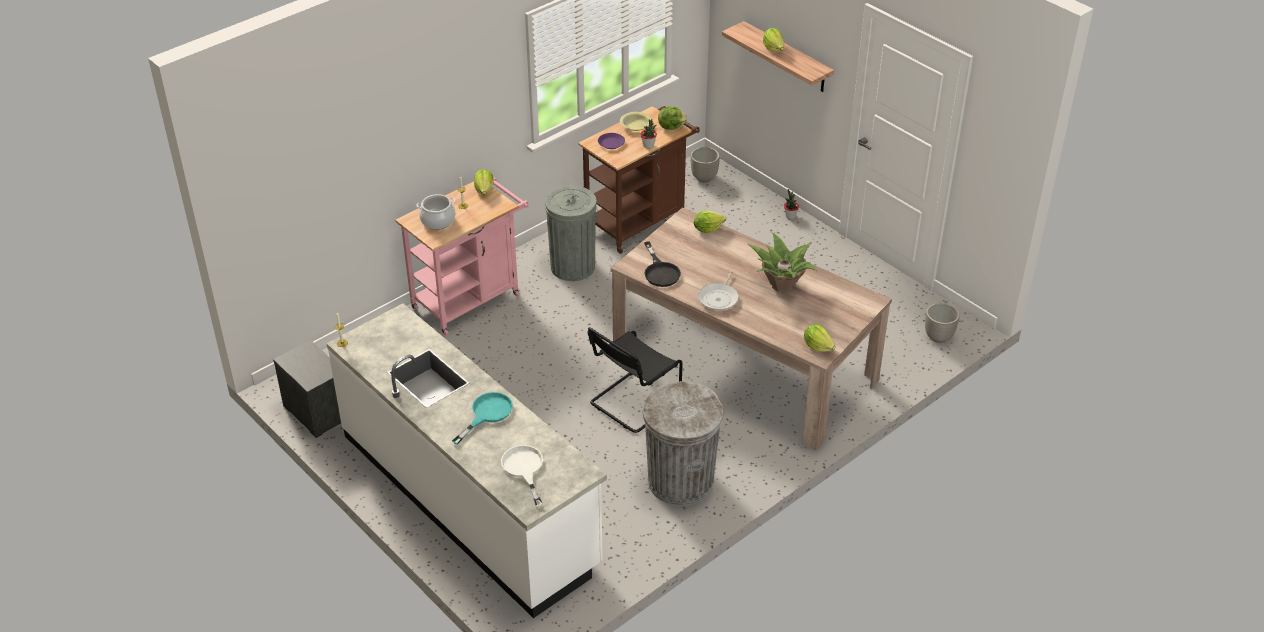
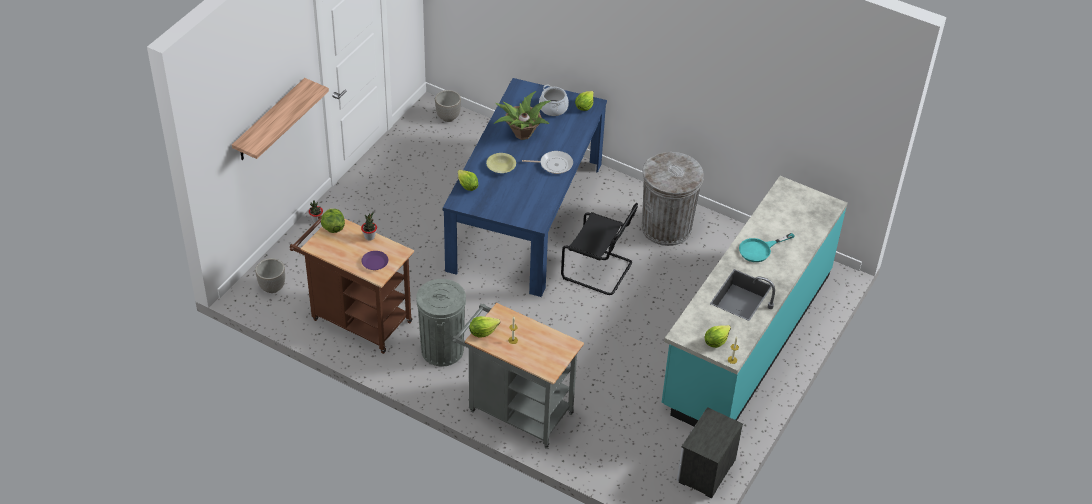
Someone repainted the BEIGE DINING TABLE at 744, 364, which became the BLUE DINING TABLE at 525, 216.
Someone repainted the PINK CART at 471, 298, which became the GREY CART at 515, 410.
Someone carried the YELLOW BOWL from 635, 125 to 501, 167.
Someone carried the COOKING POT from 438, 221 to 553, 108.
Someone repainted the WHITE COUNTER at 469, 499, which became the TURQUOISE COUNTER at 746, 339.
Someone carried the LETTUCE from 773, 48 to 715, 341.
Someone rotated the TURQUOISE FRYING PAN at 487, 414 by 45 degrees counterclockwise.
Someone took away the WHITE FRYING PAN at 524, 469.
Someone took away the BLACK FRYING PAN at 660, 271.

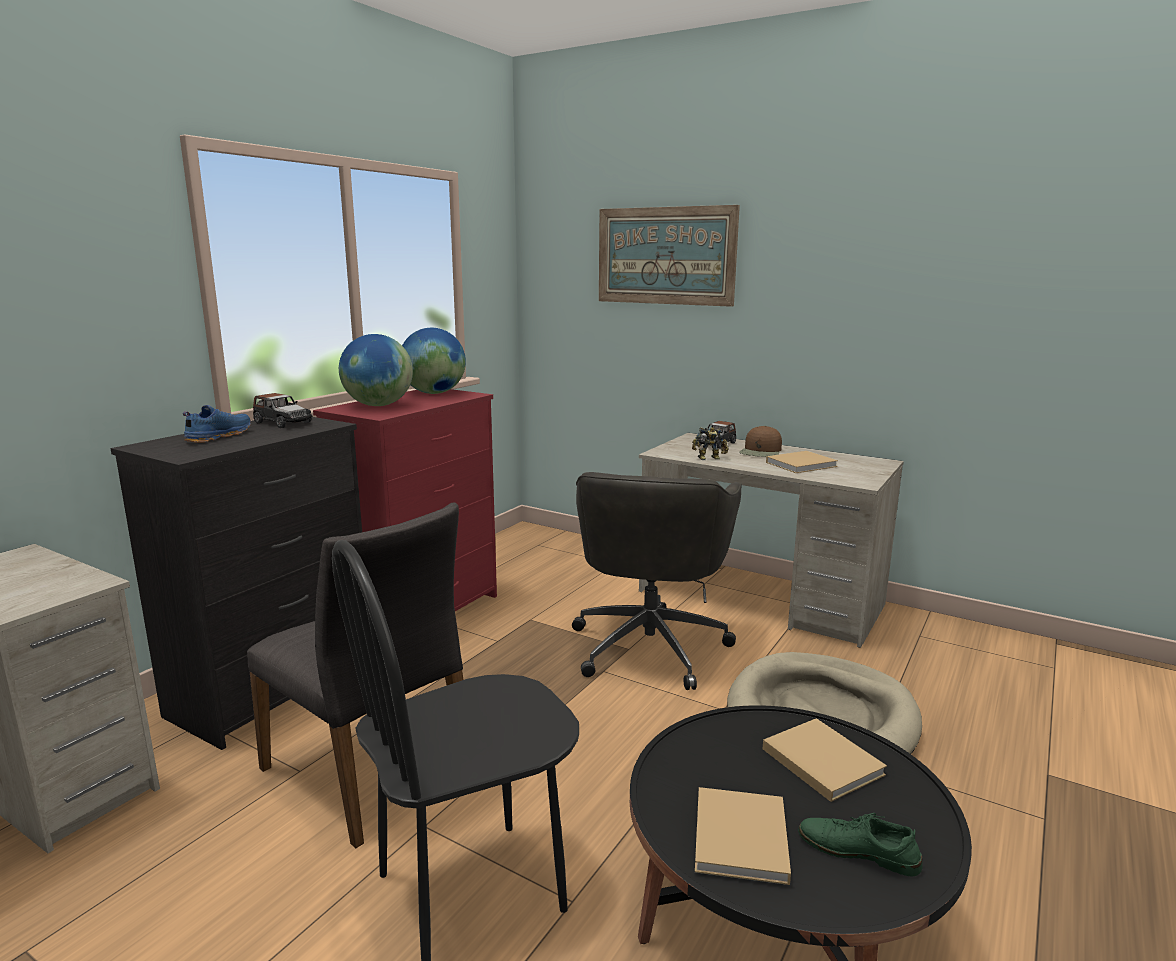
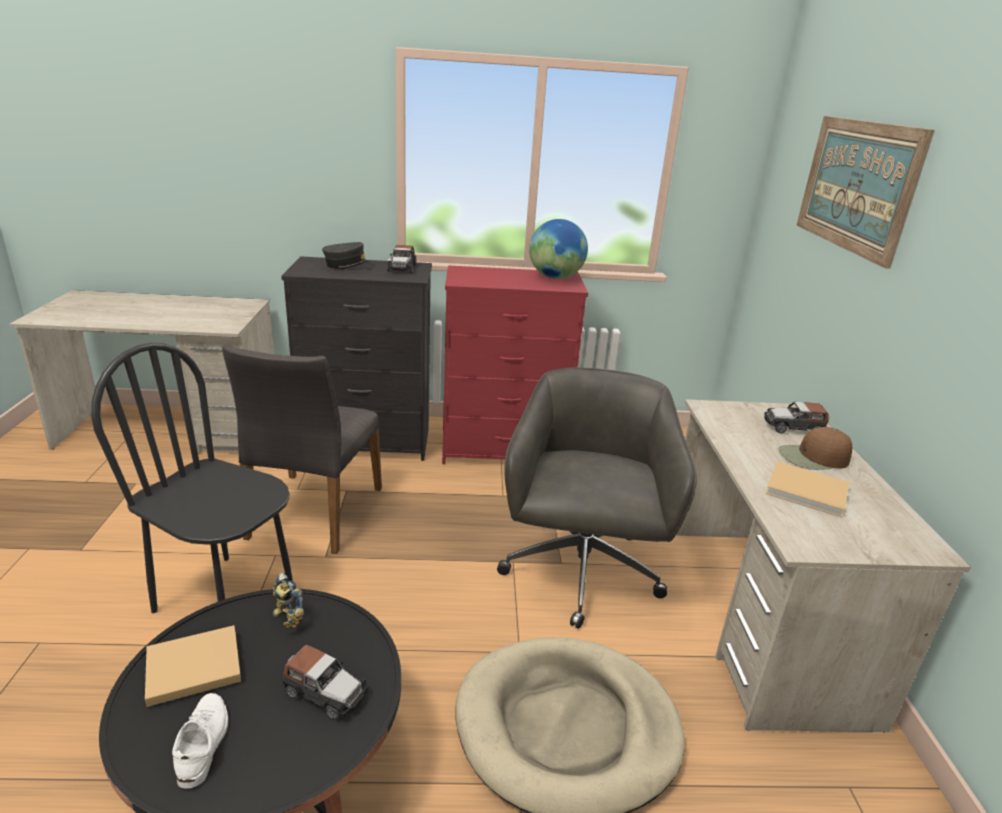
Someone repainted the GREEN SHOE at 858, 851, which became the WHITE SHOE at 203, 742.
Someone carried the TOY ROBOT from 710, 459 to 286, 619.
Someone swapped the BEIGE BOOK at 819, 760 for the TOY CAR at 325, 692.
Someone swapped the BLUE SHOE at 217, 436 for the GREY CAP at 349, 266.
Someone rotated the GREY OFFICE CHAIR at 650, 645 by 120 degrees clockwise.
Someone took away the GLOBE at 378, 405.

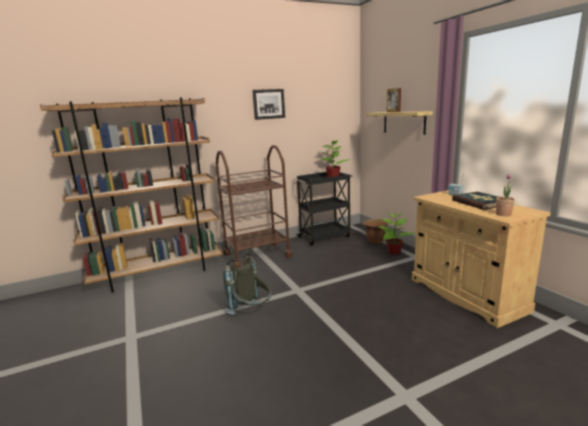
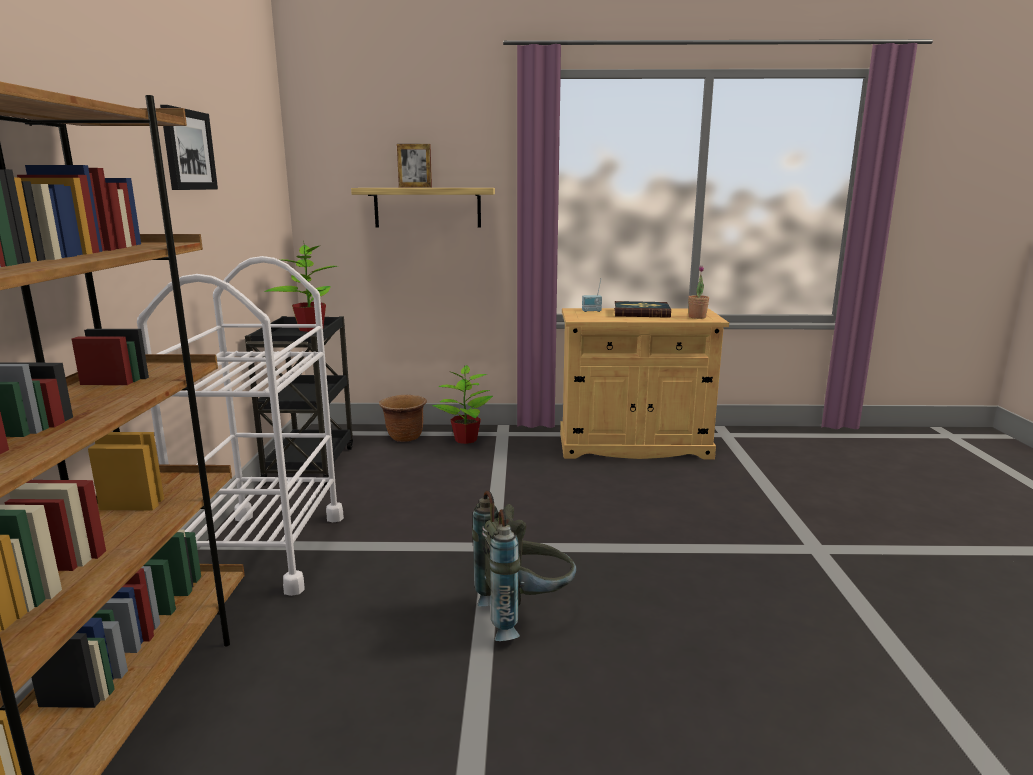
Someone repainted the BROWN CART at 257, 255, which became the WHITE CART at 266, 551.

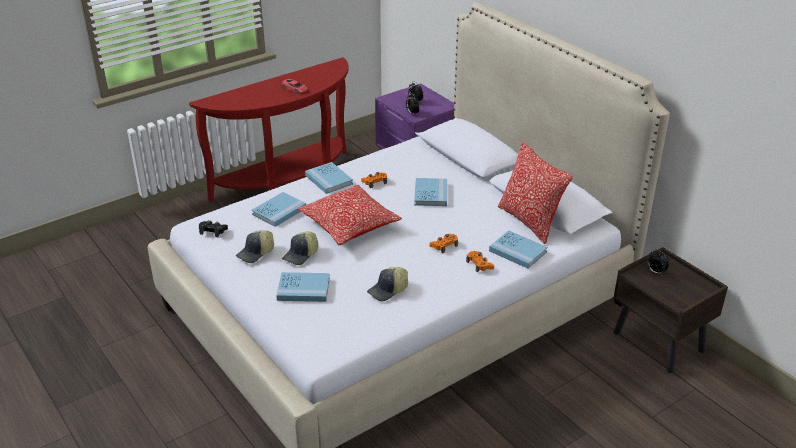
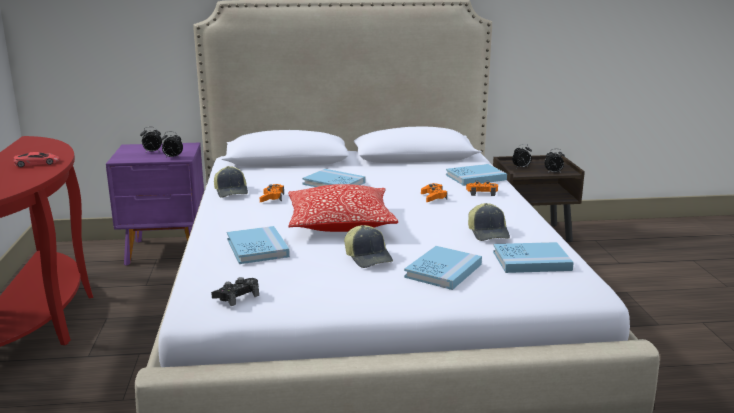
Someone carried the CAP from 256, 253 to 232, 191.
Someone carried the BLUE BOOK from 329, 180 to 531, 261.
Someone put down the ALARM CLOCK at 553, 172.
Someone took away the PILLOW at 529, 222.

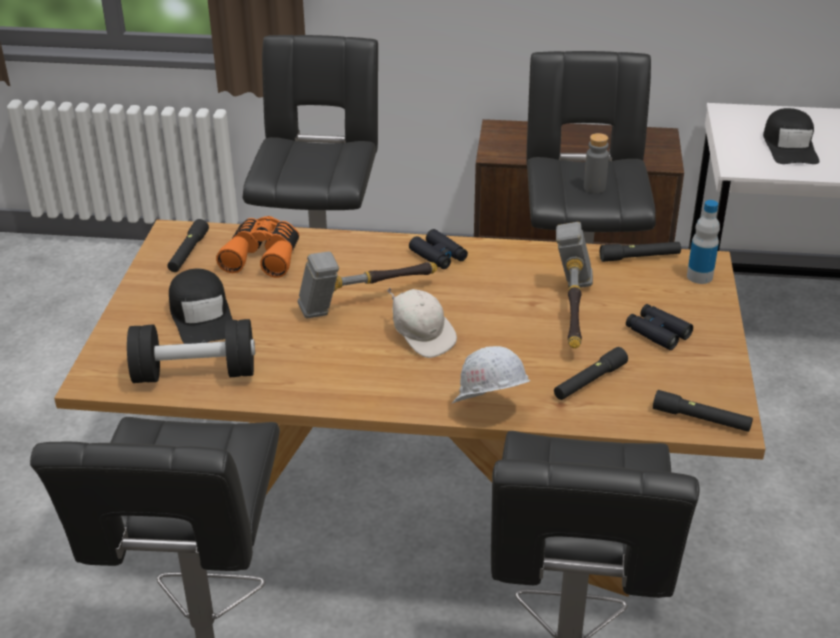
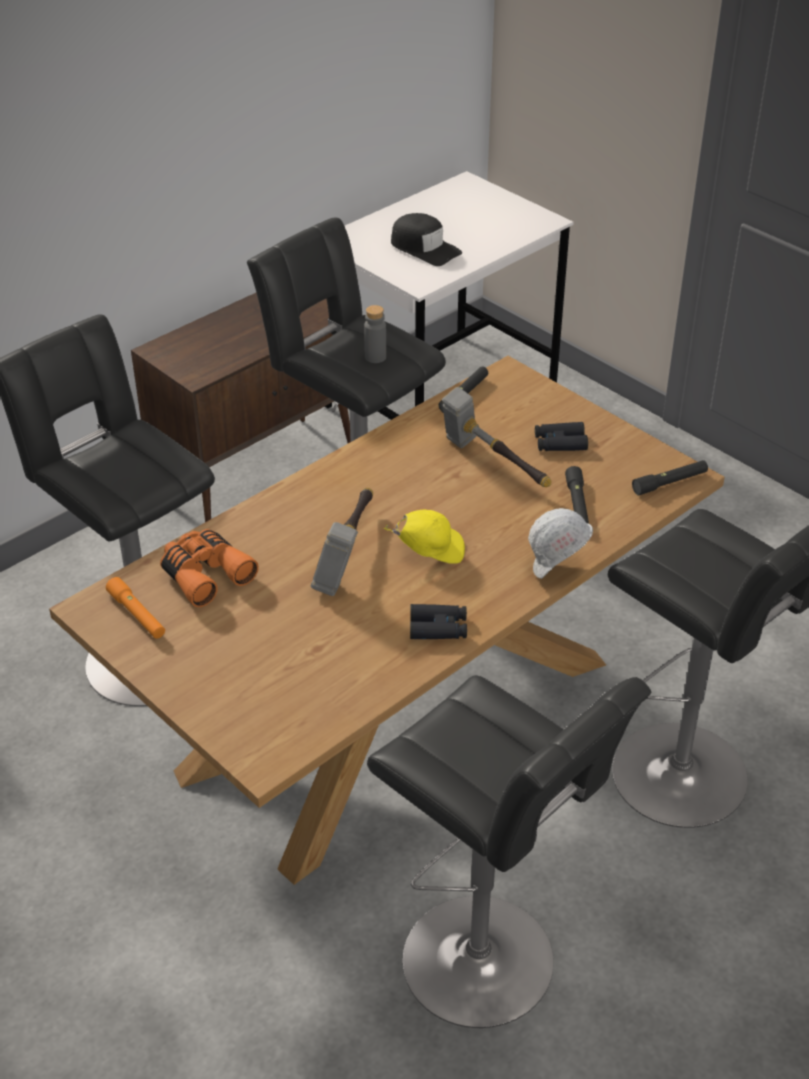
Someone repainted the BLACK FLASHLIGHT at 188, 252, which became the ORANGE FLASHLIGHT at 137, 615.
Someone repainted the WHITE CAP at 422, 336, which became the YELLOW CAP at 430, 550.
Someone carried the BLACK BINOCULARS from 438, 256 to 438, 628.
Someone took away the BLACK DUMBBELL at 195, 373.
Someone took away the BLACK CAP at 202, 317.
Someone took away the BOTTLE at 699, 276.

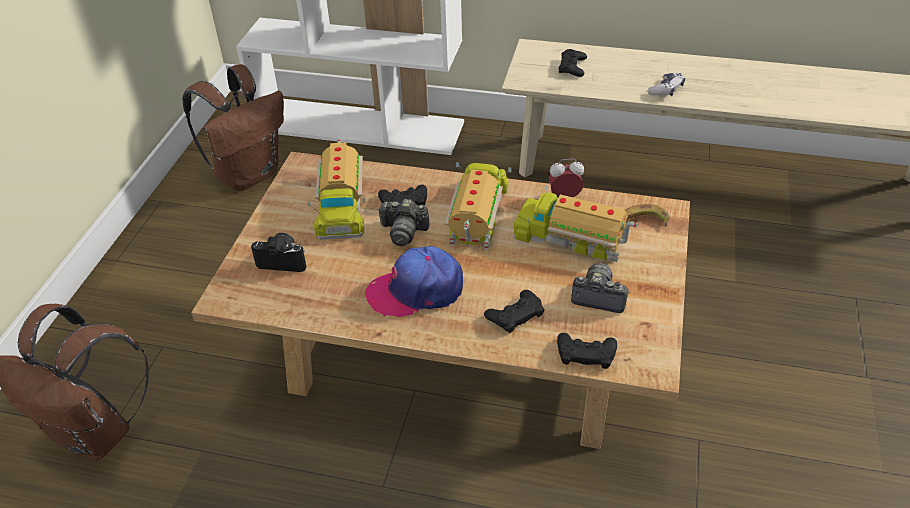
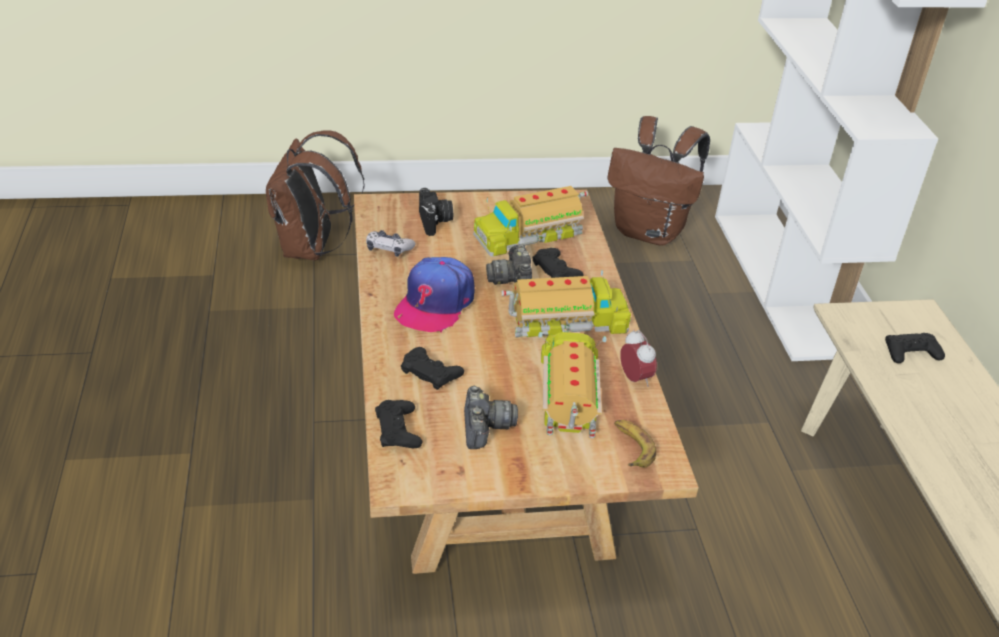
Someone carried the GAME CONTROLLER from 666, 90 to 388, 249.
Someone rotated the CAP at 416, 290 by 120 degrees counterclockwise.

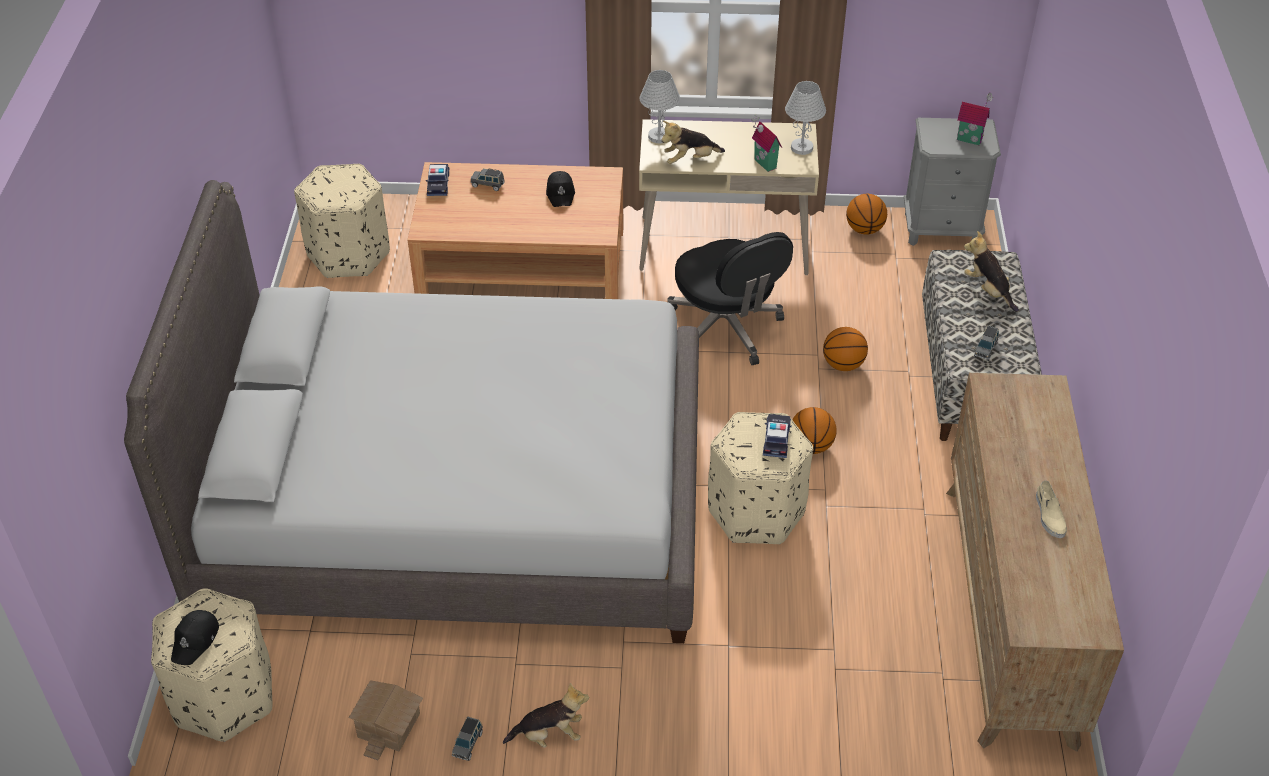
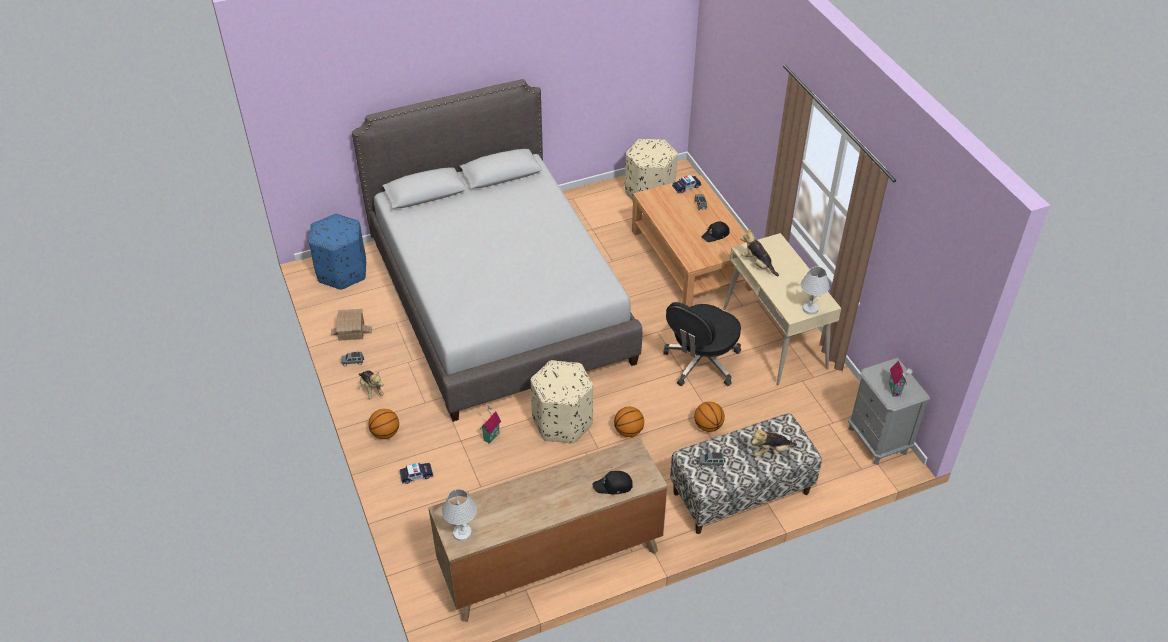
Someone repainted the BEIGE OTTOMAN at 223, 697, which became the BLUE OTTOMAN at 342, 272.
Someone carried the BASKETBALL from 864, 229 to 385, 433.
Someone carried the TOY CAR from 776, 440 to 416, 475.
Someone carried the WHITE TABLE LAMP from 659, 136 to 462, 533.
Someone carried the TOY HOUSE from 763, 164 to 490, 436.
Someone carried the BLACK CAP from 195, 640 to 613, 486.
Someone rotated the PLUSH TOY at 988, 290 by 135 degrees counterclockwise.
Someone took away the BEIGE SHOE at 1049, 515.

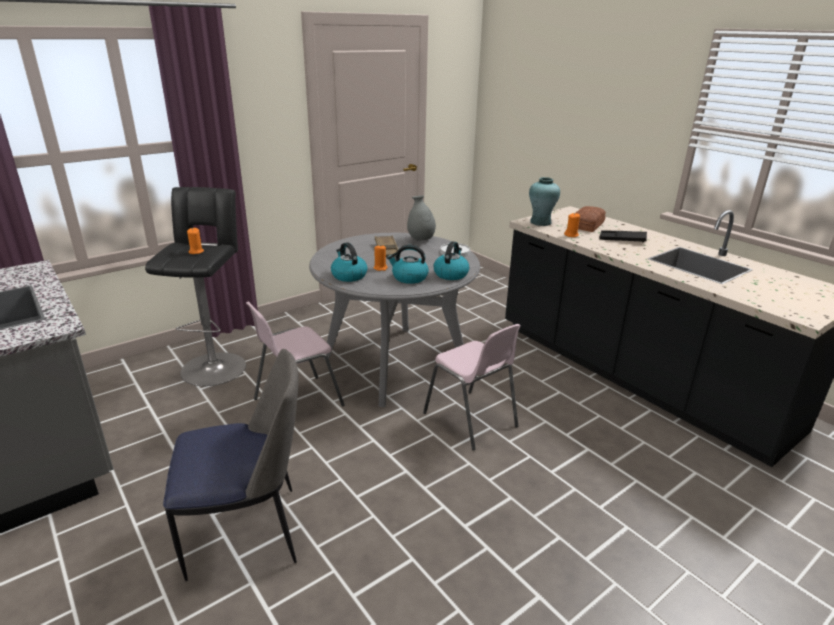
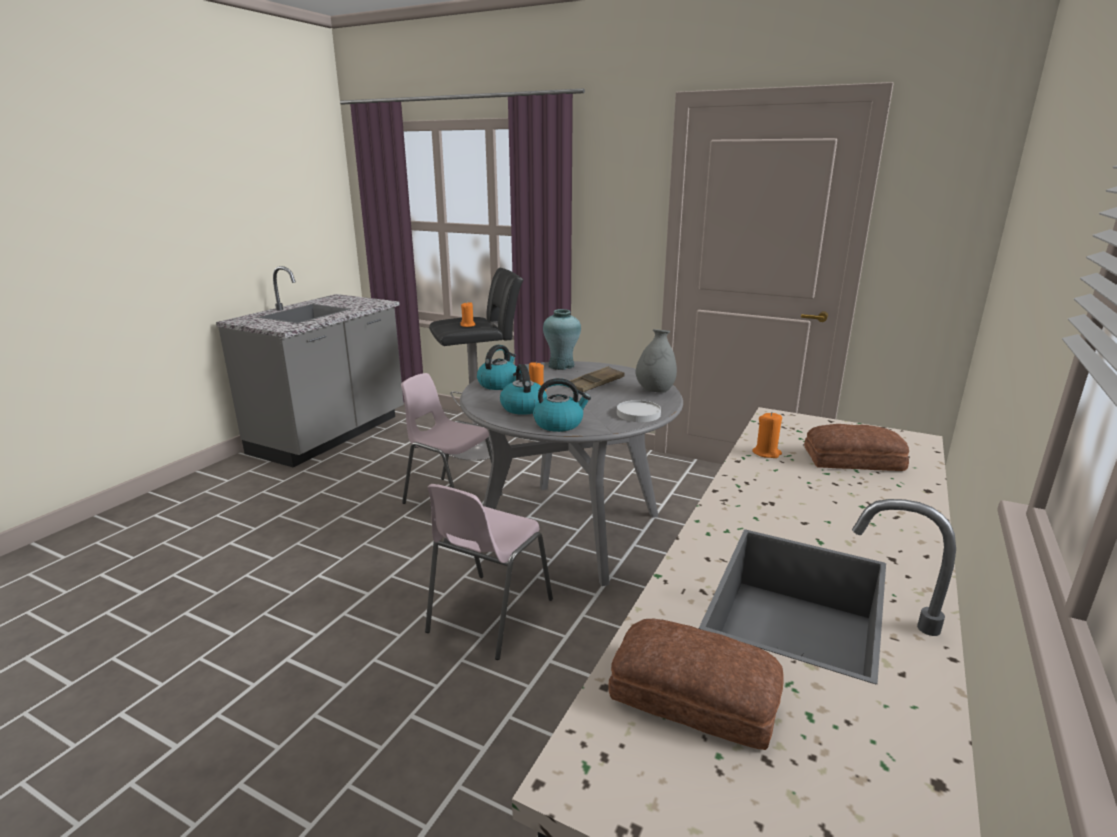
Someone carried the TURQUOISE VASE from 540, 222 to 561, 365.
Someone put down the BREAD at 695, 698.
Someone took away the CHAIR at 248, 532.
Someone took away the BLACK TRAY at 622, 239.

